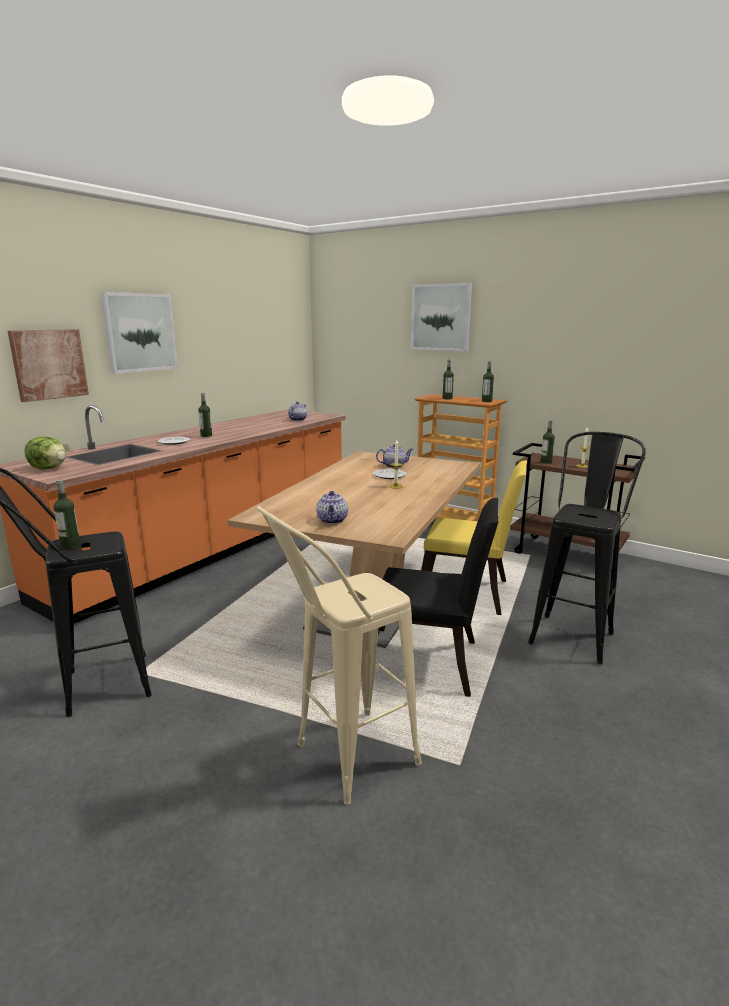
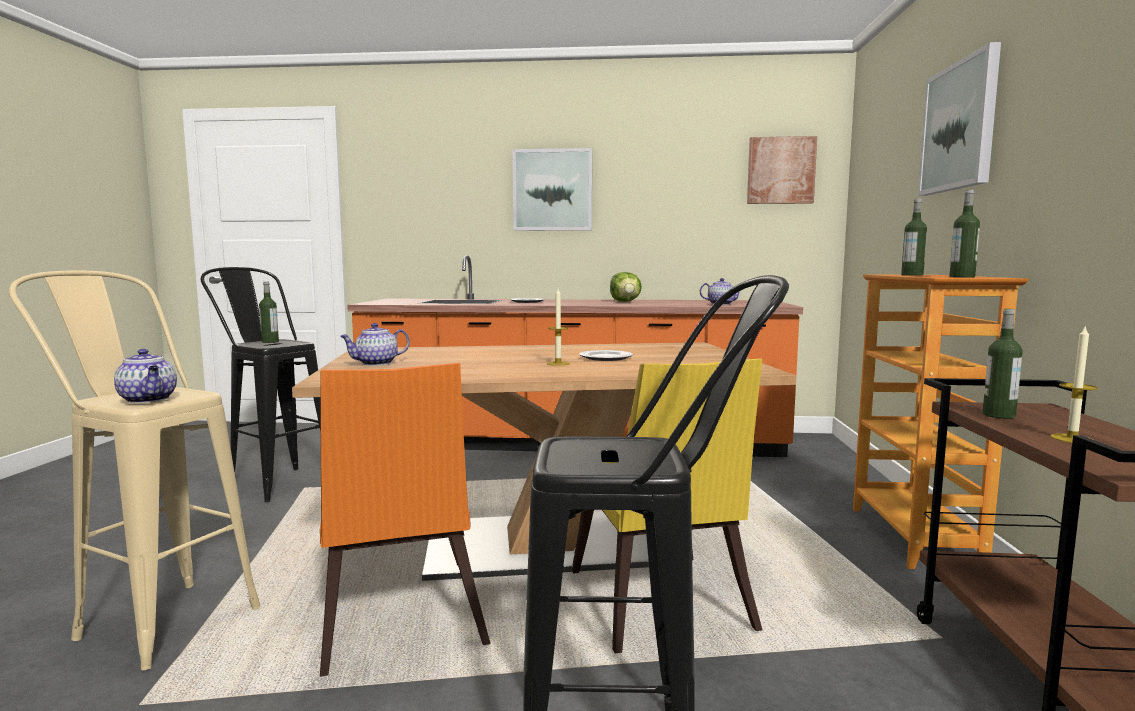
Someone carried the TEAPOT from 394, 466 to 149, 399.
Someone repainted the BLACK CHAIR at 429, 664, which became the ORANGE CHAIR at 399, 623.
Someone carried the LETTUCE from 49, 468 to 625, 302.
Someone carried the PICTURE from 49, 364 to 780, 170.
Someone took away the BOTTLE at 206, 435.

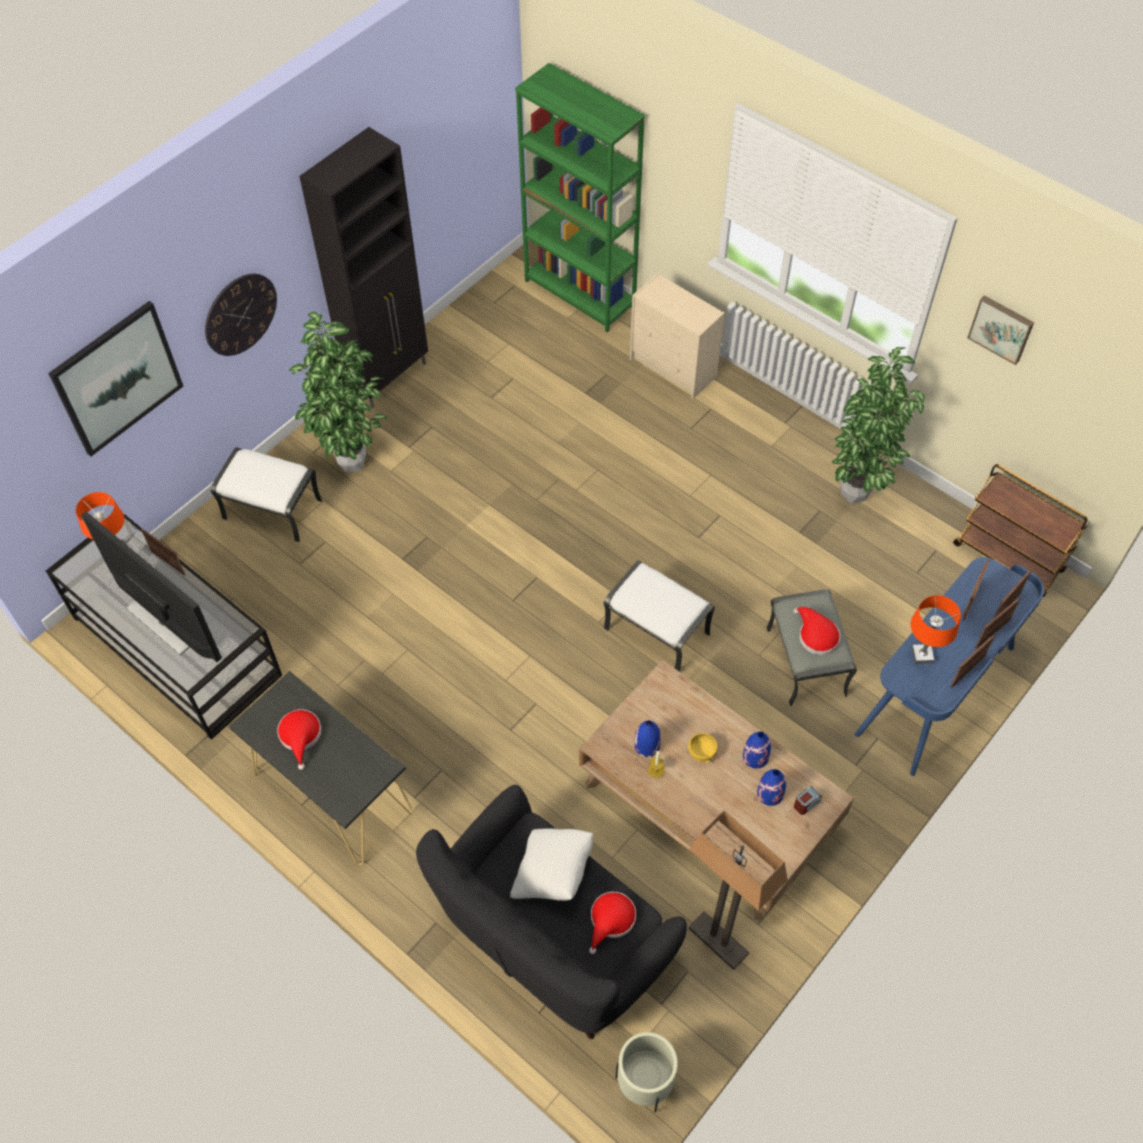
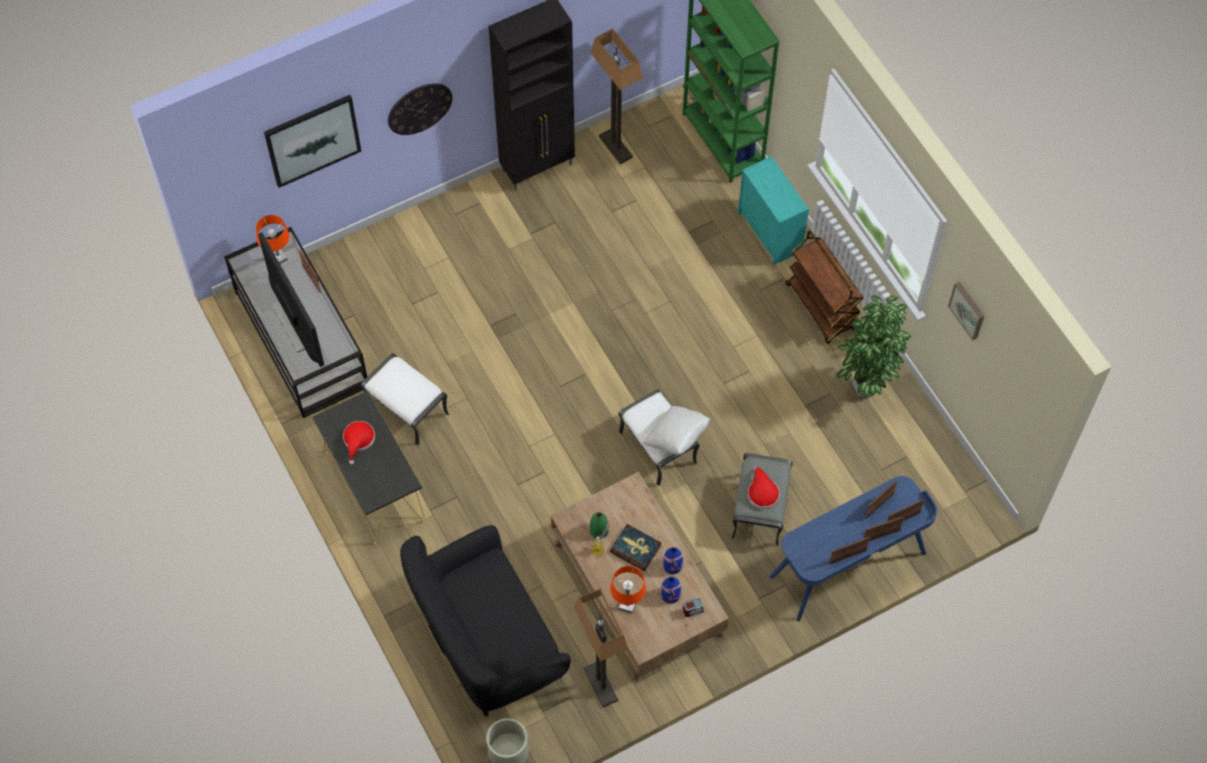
Someone carried the WHITE OTTOMAN from 271, 510 to 406, 409.
Someone repainted the BLUE VASE at 646, 745, which became the GREEN VASE at 599, 530.
Someone put down the FLOOR LAMP at 615, 147.
Someone swapped the YELLOW BOWL at 701, 752 for the BOOK at 635, 548.
Someone carried the ORANGE TABLE LAMP from 922, 655 to 627, 605.
Someone carried the WHITE PILLOW from 553, 874 to 676, 439.
Someone repainted the BEIGE DRESSER at 674, 368, which became the TURQUOISE DRESSER at 770, 233.
Someone carried the BROWN CART from 1009, 558 to 821, 307.
Someone took away the POTTED PLANT at 352, 461.
Someone took away the RED HAT at 611, 920.

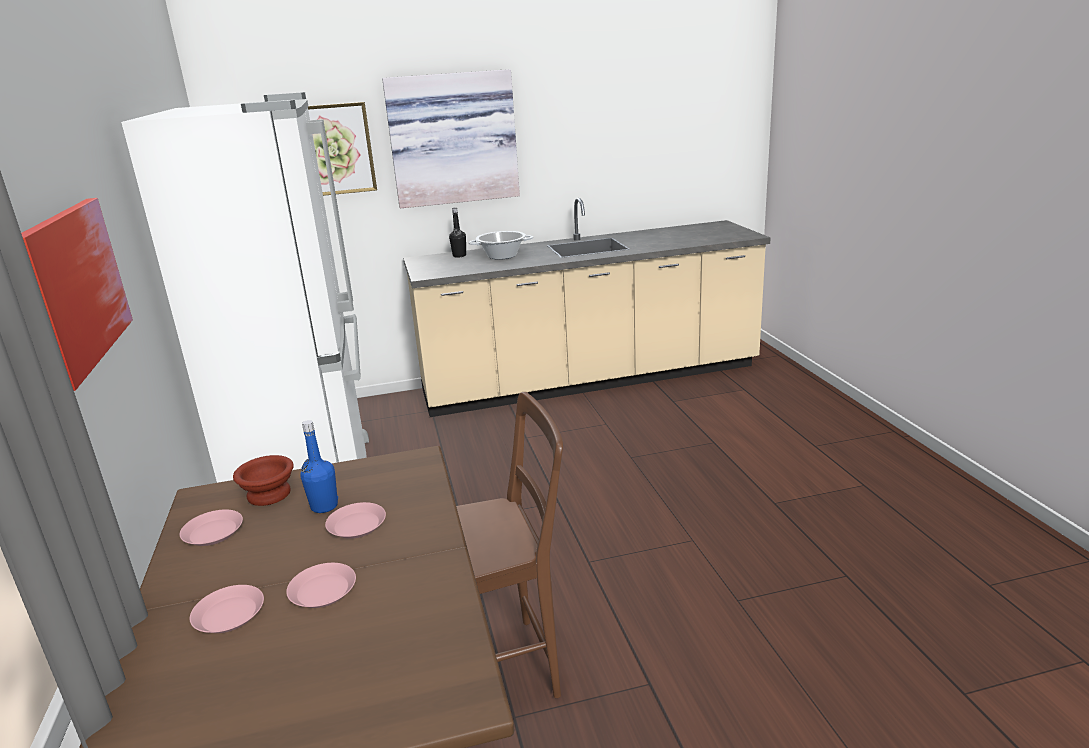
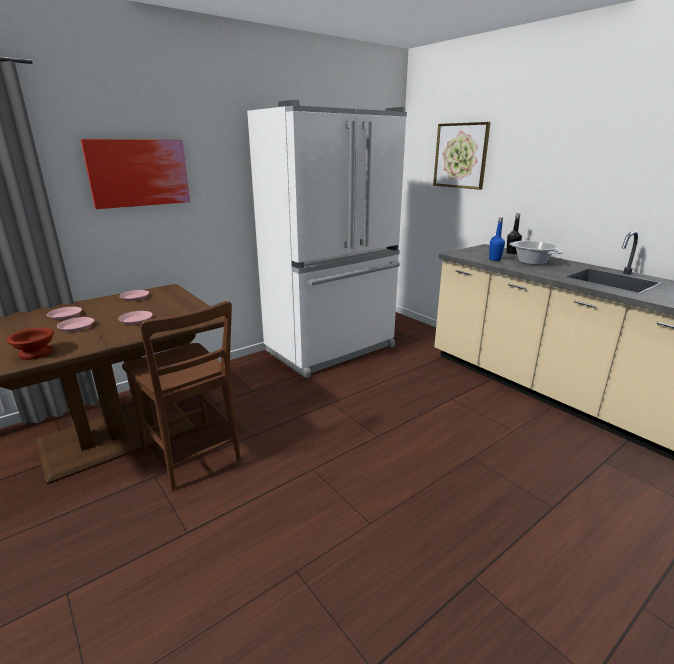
Someone carried the BROWN BOWL from 270, 493 to 37, 353.
Someone carried the BLUE BOTTLE from 324, 506 to 495, 259.
Someone took away the PICTURE at 453, 139.

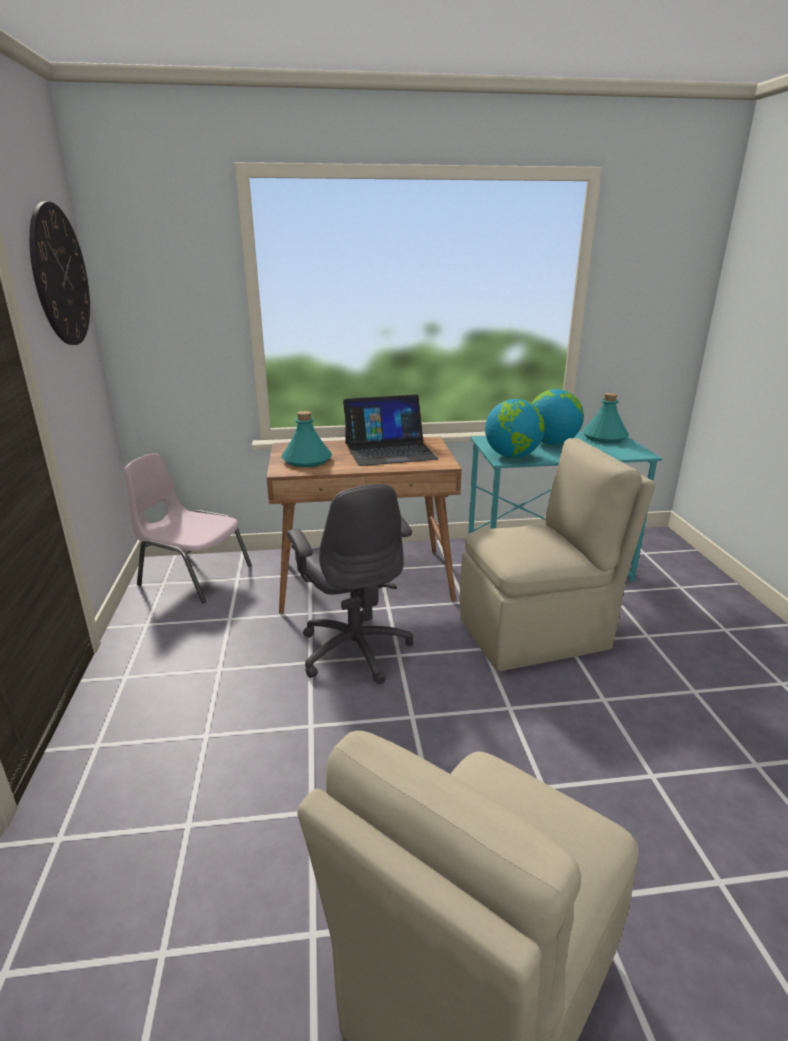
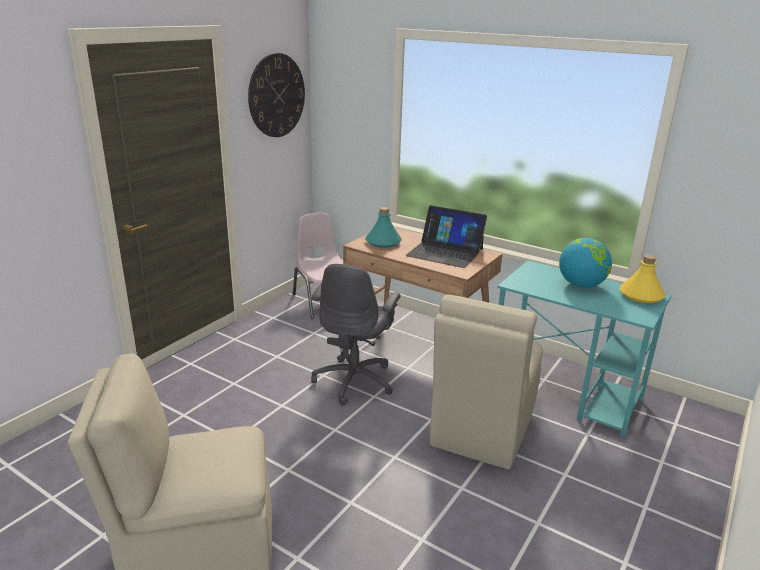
Someone rotated the BEIGE CHAIR at 537, 633 by 90 degrees clockwise.
Someone repainted the TURQUOISE BOTTLE at 604, 437, which became the YELLOW BOTTLE at 640, 295.
Someone took away the GLOBE at 512, 456.

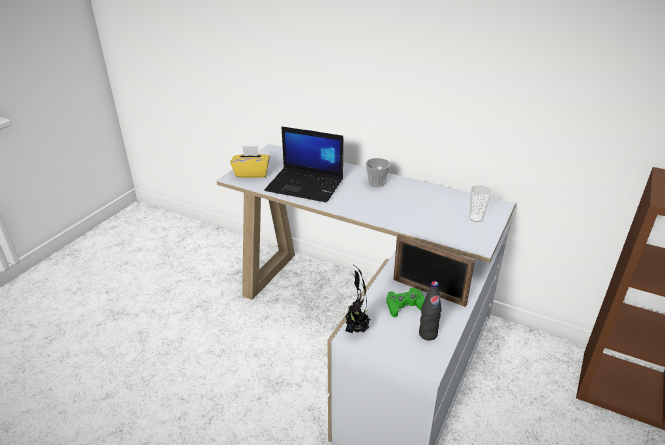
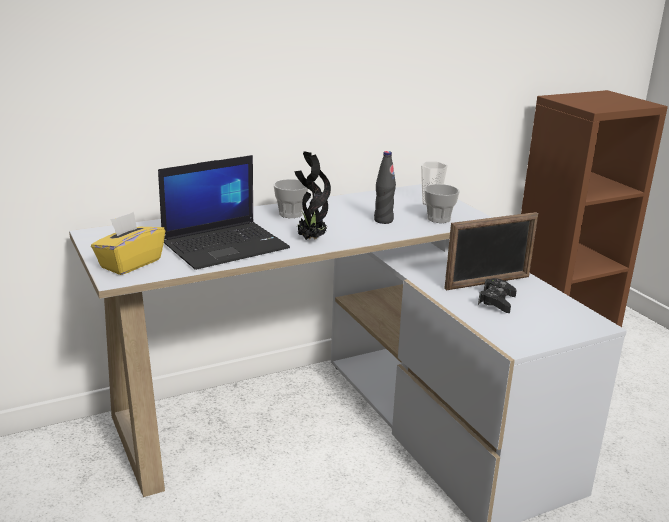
Someone carried the POTTED PLANT from 356, 329 to 310, 239.
Someone carried the BLACK BOTTLE from 428, 334 to 383, 220.
Someone put down the CUP at 439, 219.
Someone repainted the GREEN GAME CONTROLLER at 404, 306, which became the BLACK GAME CONTROLLER at 496, 301.

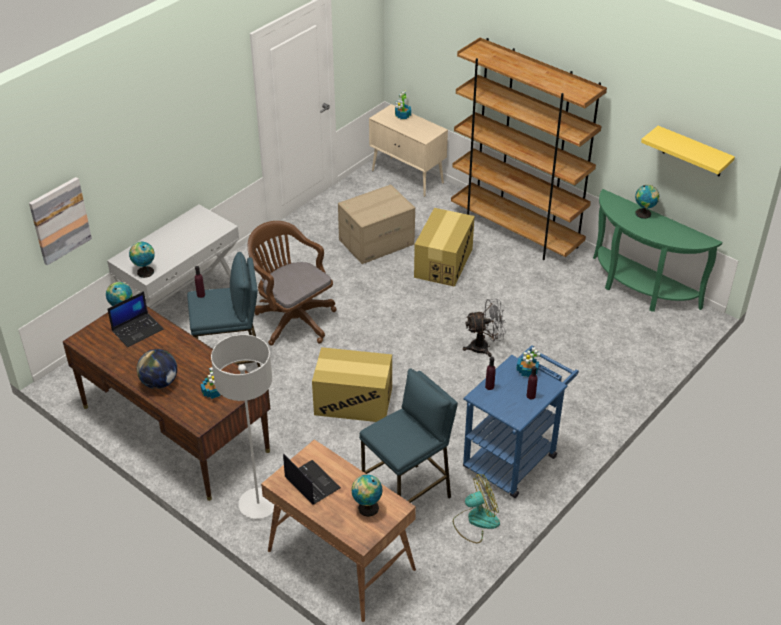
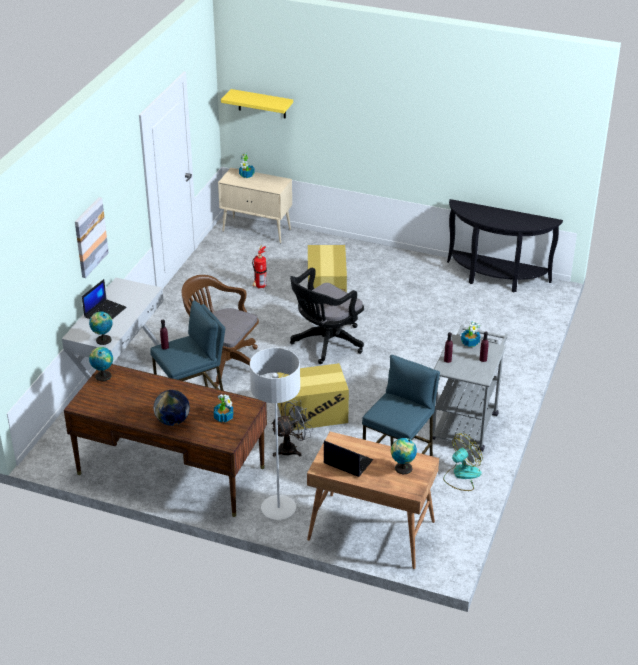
Someone carried the PICTURE from 60, 220 to 90, 237.
Someone carried the LAPTOP from 137, 330 to 105, 312.
Someone carried the YELLOW SHELF from 693, 152 to 262, 104.
Someone swapped the CARDBOARD BOX at 376, 242 for the FIRE EXTINGUISHER at 259, 287.
Someone carried the GREY FAN from 484, 347 to 291, 448.
Someone put down the BLACK OFFICE CHAIR at 325, 343.
Someone repainted the BLUE CART at 514, 456, which became the GREY CART at 465, 422.
Someone repainted the GREEN CONSOLE TABLE at 638, 290, which became the BLACK CONSOLE TABLE at 495, 278.
Someone took away the BROWN BOOKCASE at 516, 231.
Someone took away the GLOBE at 644, 214.

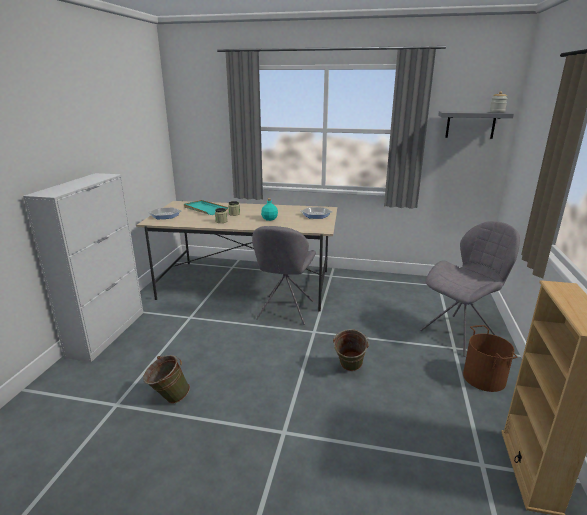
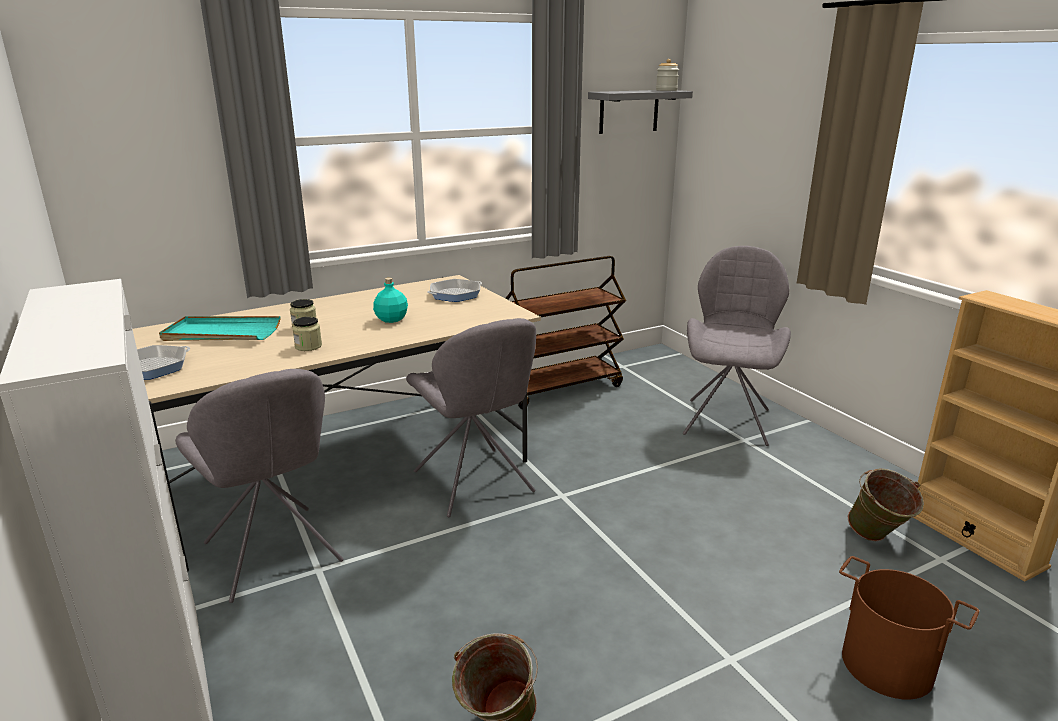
Someone put down the GREY CHAIR at 274, 555.
Someone put down the BROWN CART at 561, 388.
Someone carried the BROWN BUCKET from 483, 378 to 886, 665.
Someone carried the GREEN BUCKET from 349, 370 to 877, 539.

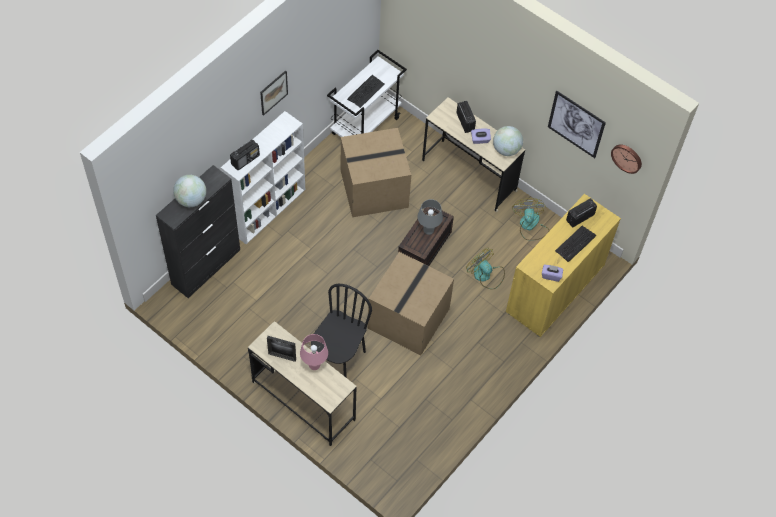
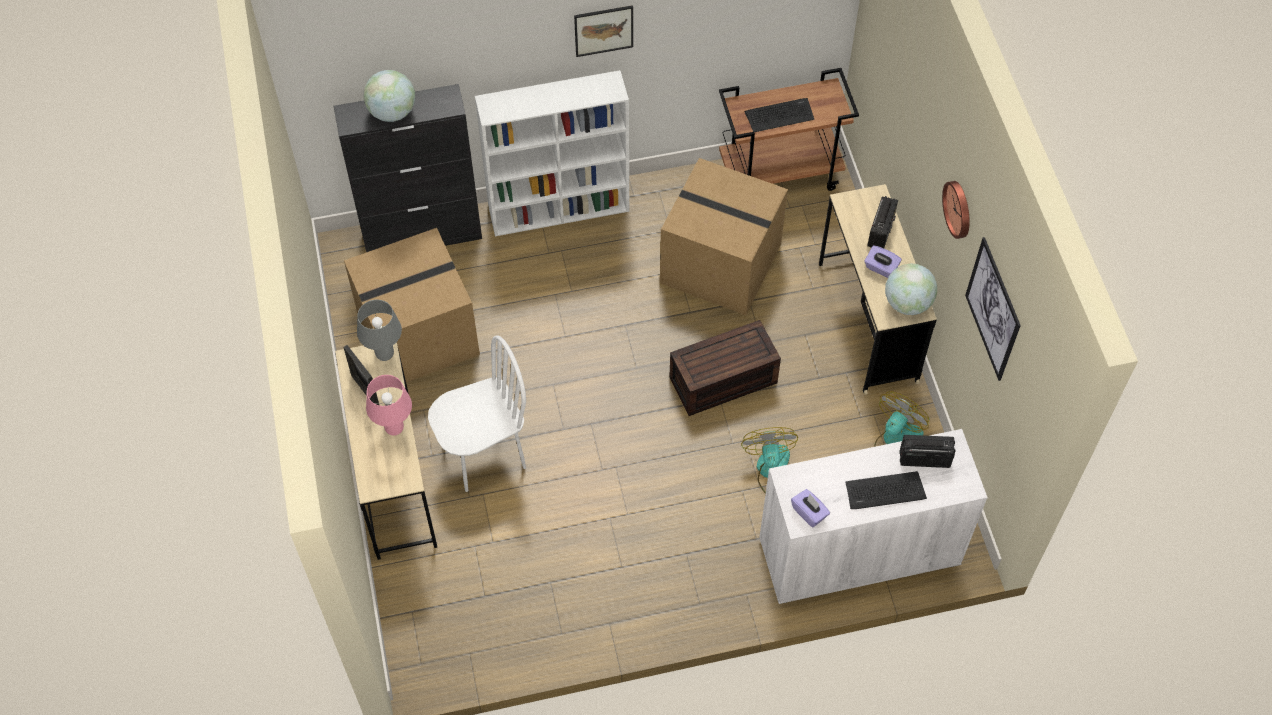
Someone carried the CARDBOARD BOX from 408, 317 to 419, 332.
Someone carried the GREY TABLE LAMP from 428, 231 to 385, 355.
Someone repainted the BLACK CHAIR at 339, 359, which became the WHITE CHAIR at 484, 455.
Someone repainted the WHITE CART at 365, 125, which became the BROWN CART at 780, 174.
Someone repainted the YELLOW CABINET at 555, 288, which became the WHITE CABINET at 859, 551.
Someone carried the WALL CLOCK from 627, 157 to 959, 209.
Someone took away the RADIO at 245, 160.

